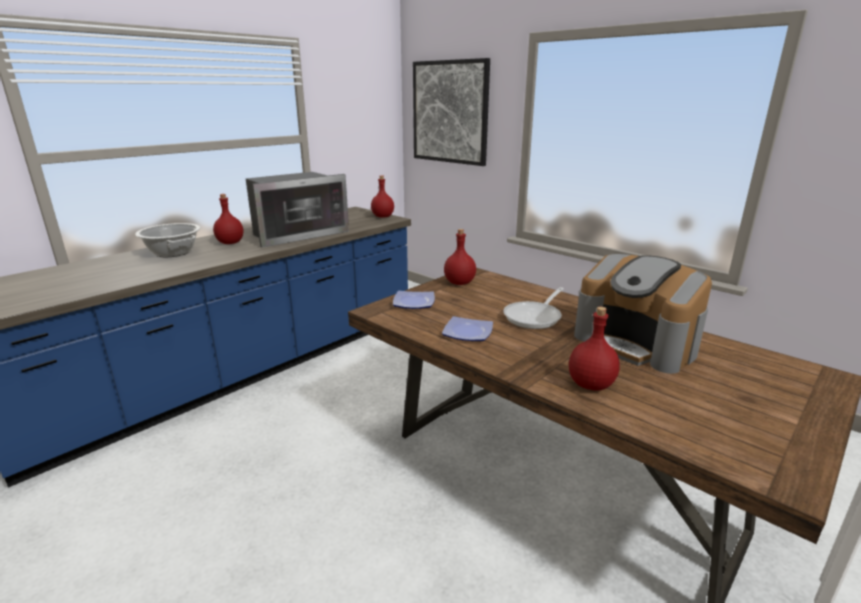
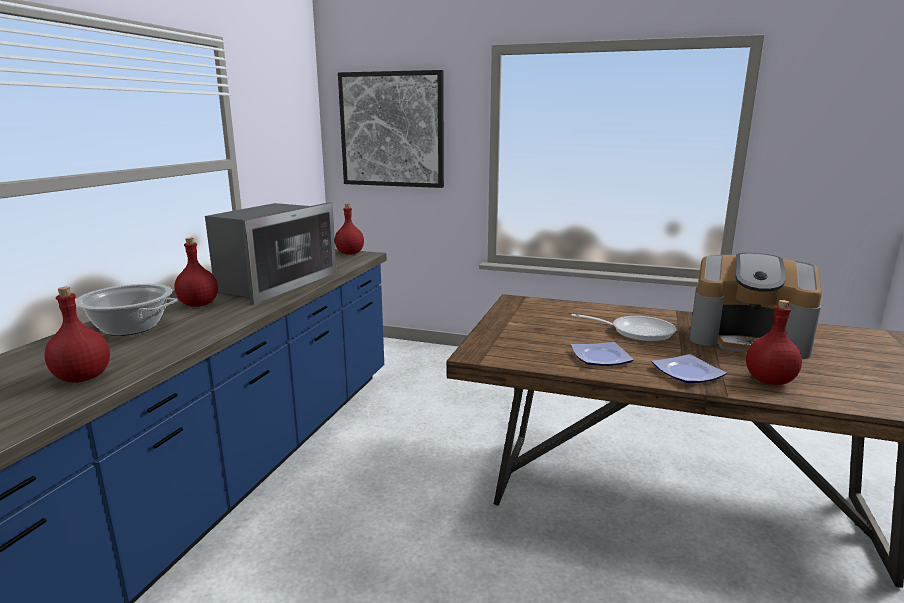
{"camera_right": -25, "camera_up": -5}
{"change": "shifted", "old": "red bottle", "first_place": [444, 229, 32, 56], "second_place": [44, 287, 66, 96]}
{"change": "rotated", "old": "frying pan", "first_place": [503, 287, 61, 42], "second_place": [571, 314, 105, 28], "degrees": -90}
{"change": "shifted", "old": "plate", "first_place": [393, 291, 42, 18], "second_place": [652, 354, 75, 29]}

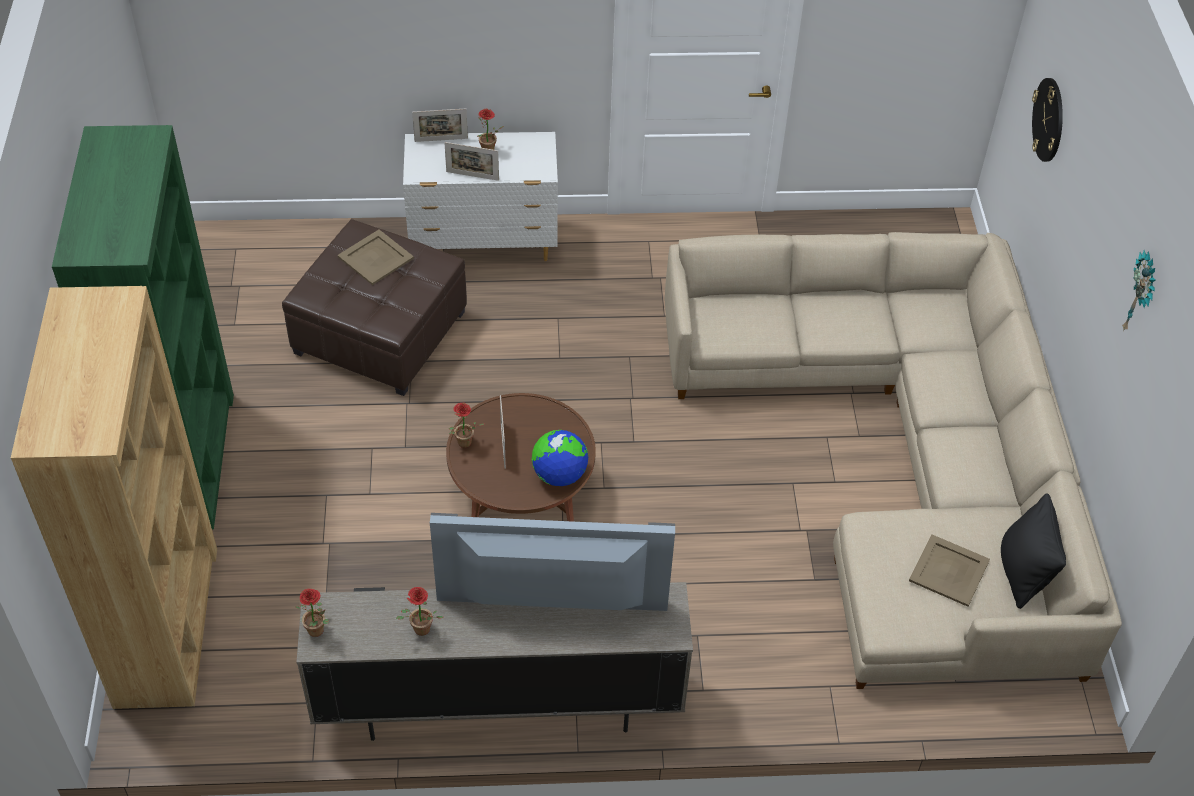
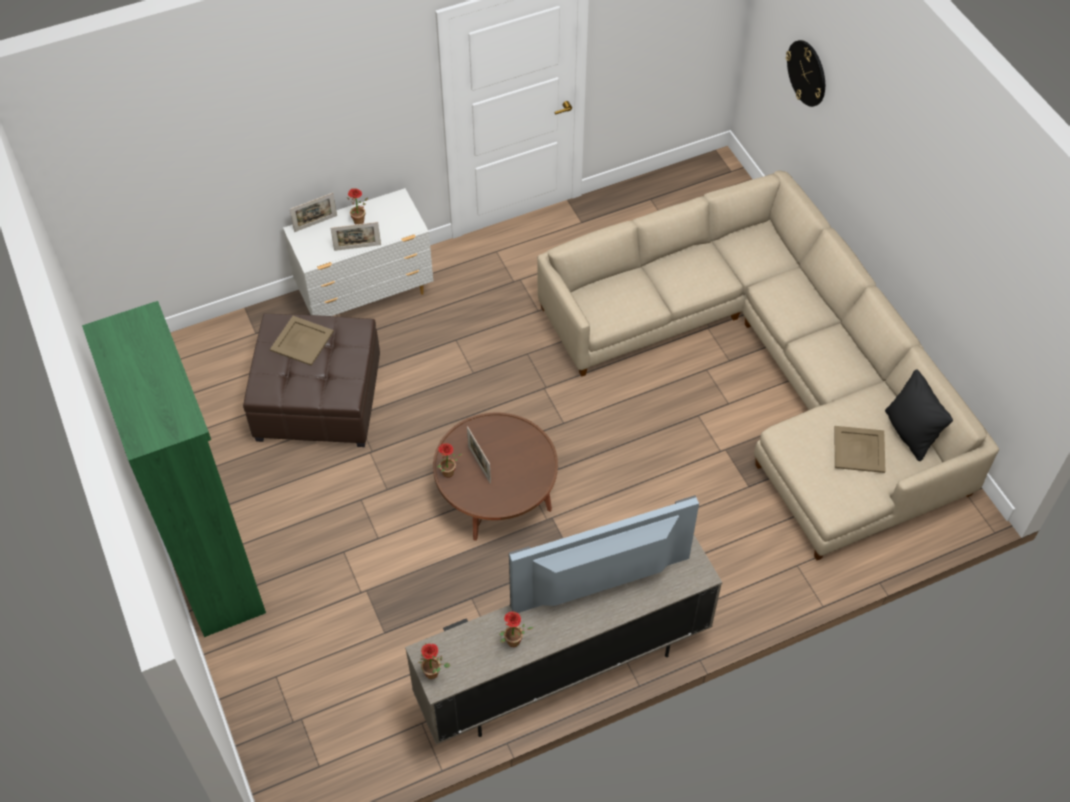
{"camera_right": -20, "camera_up": 5}
{"change": "gone", "old": "wall clock", "first_place": [1122, 250, 33, 82]}
{"change": "gone", "old": "brown bookcase", "first_place": [11, 286, 206, 423]}
{"change": "gone", "old": "globe", "first_place": [532, 430, 56, 56]}

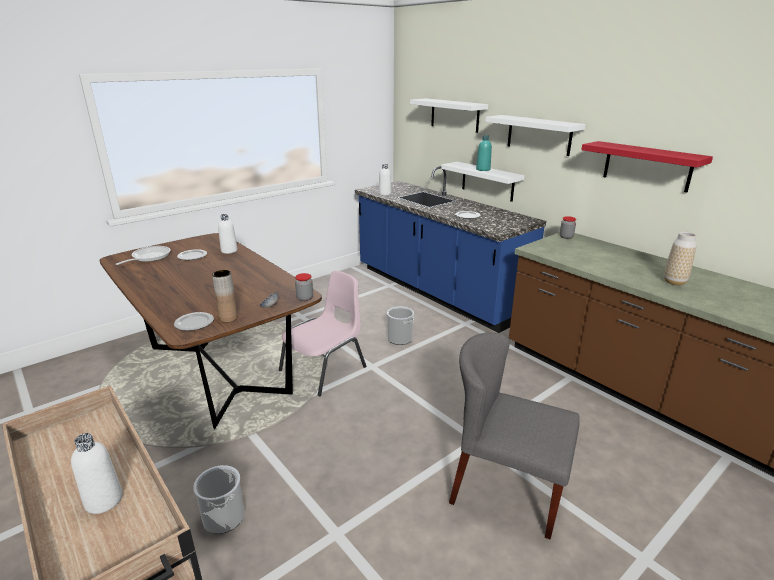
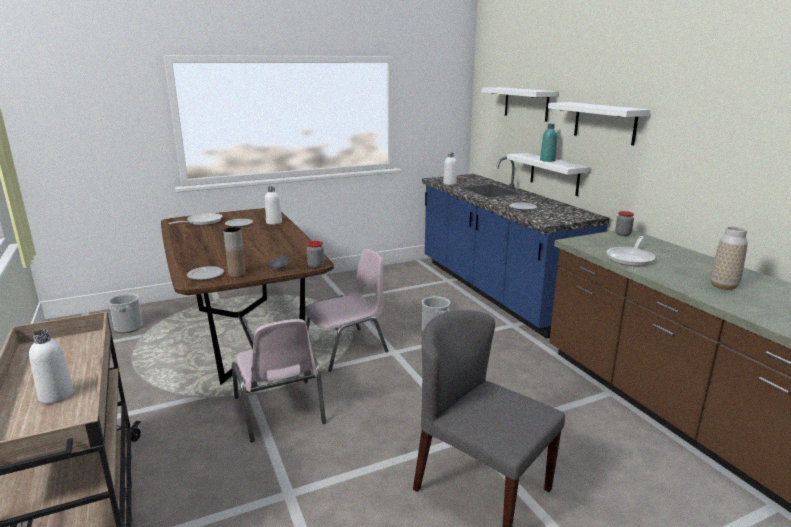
{"camera_right": 15, "camera_up": -5}
{"change": "gone", "old": "red shelf", "first_place": [581, 141, 132, 52]}
{"change": "shifted", "old": "bucket", "first_place": [193, 465, 52, 69], "second_place": [108, 293, 35, 40]}
{"change": "new", "new": "frying pan", "second_place": [606, 236, 49, 30]}
{"change": "new", "new": "pink chair", "second_place": [232, 319, 94, 123]}

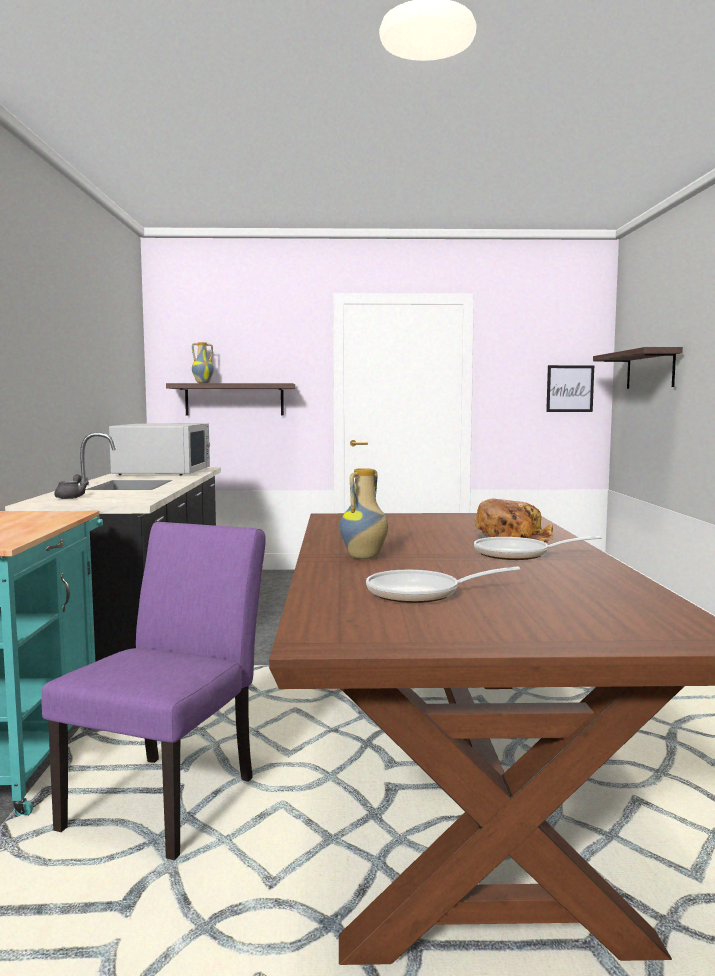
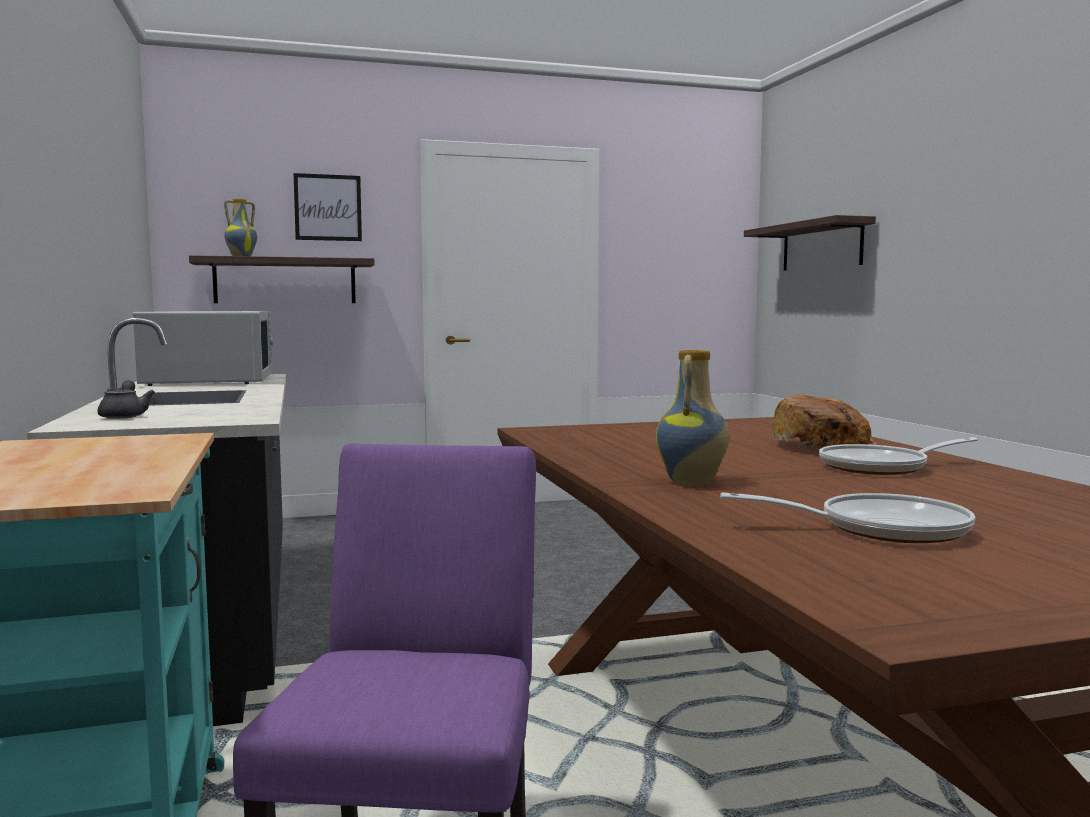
{"camera_right": -15, "camera_up": 0}
{"change": "shifted", "old": "picture", "first_place": [546, 365, 48, 47], "second_place": [294, 173, 68, 68]}
{"change": "rotated", "old": "frying pan", "first_place": [366, 566, 154, 37], "second_place": [720, 492, 255, 51], "degrees": -150}

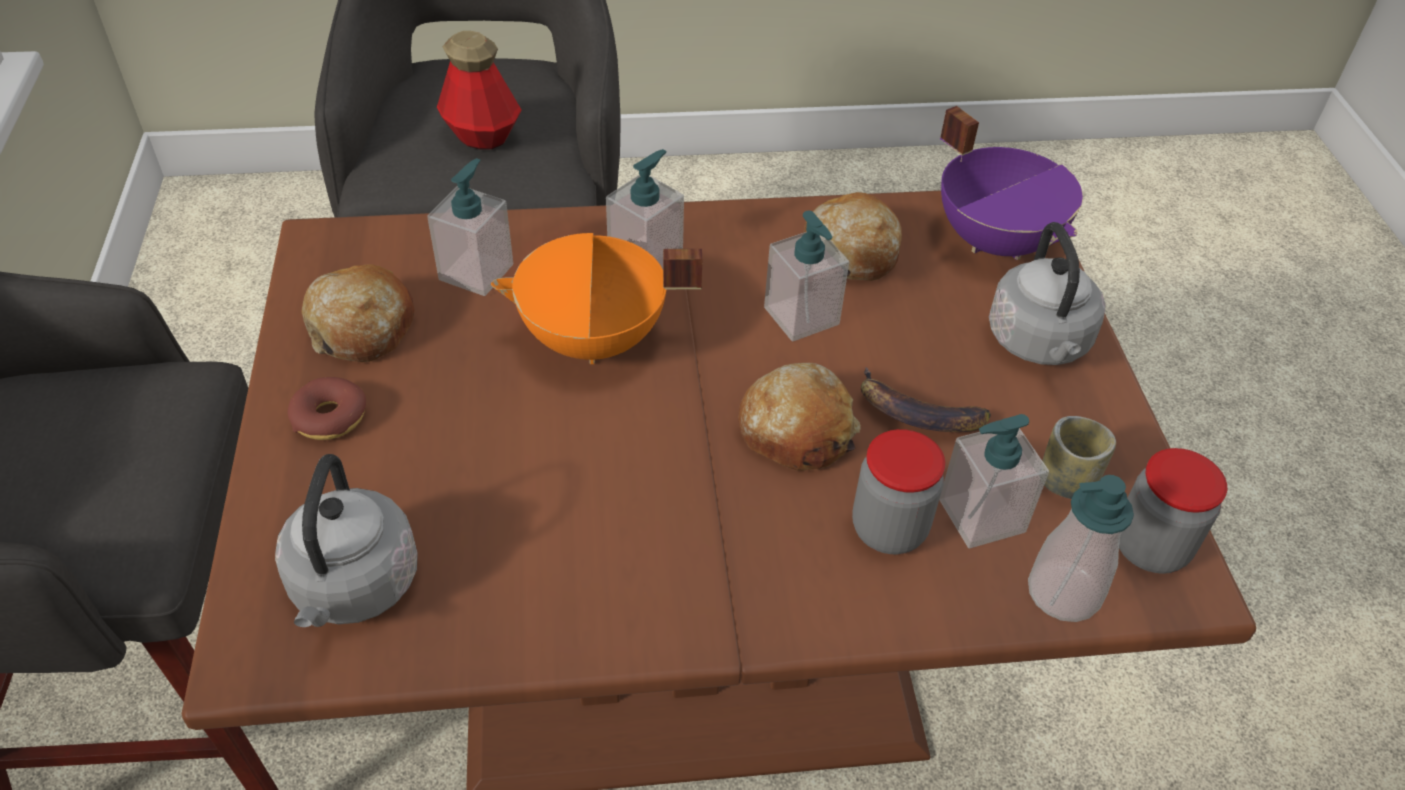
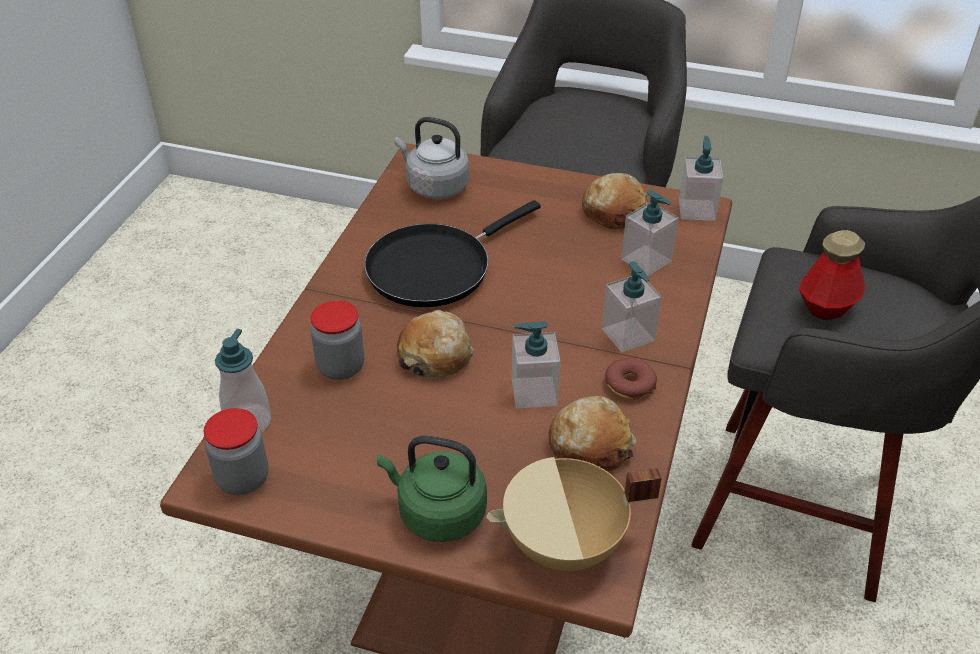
{"camera_right": 115, "camera_up": -5}
{"change": "repainted", "old": "purple cooking pot", "new": "beige cooking pot", "first_place": [940, 106, 143, 154], "second_place": [487, 457, 175, 114]}
{"change": "repainted", "old": "grey kettle", "new": "green kettle", "first_place": [989, 222, 116, 143], "second_place": [377, 435, 110, 107]}
{"change": "gone", "old": "orange cooking pot", "first_place": [491, 233, 212, 131]}
{"change": "gone", "old": "banana", "first_place": [861, 367, 130, 65]}
{"change": "shifted", "old": "donut", "first_place": [288, 377, 78, 63], "second_place": [605, 358, 52, 42]}
{"change": "shifted", "old": "soap dispenser", "first_place": [939, 414, 110, 134], "second_place": [679, 136, 44, 85]}
{"change": "gone", "old": "cup", "first_place": [1042, 416, 74, 83]}
{"change": "new", "new": "black frying pan", "second_place": [364, 200, 177, 107]}

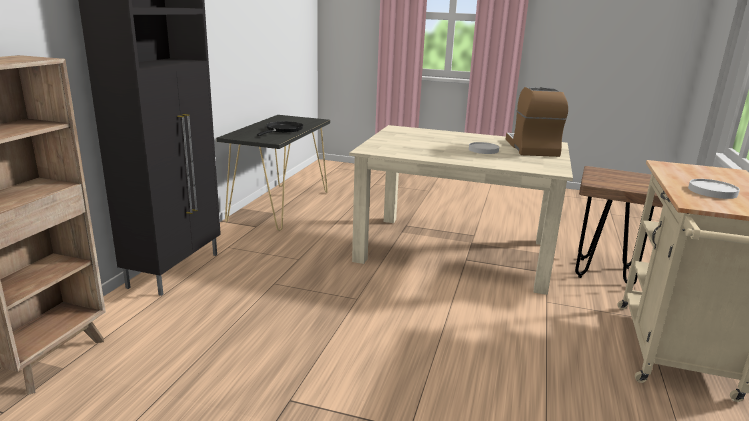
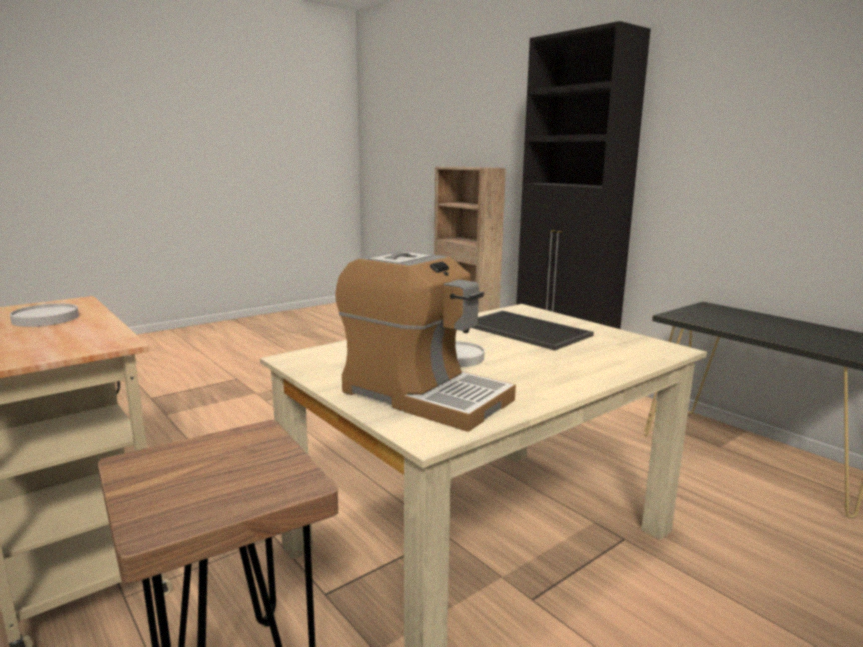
{"camera_right": 125, "camera_up": -5}
{"change": "gone", "old": "black frying pan", "first_place": [257, 121, 46, 15]}
{"change": "new", "new": "tray", "second_place": [472, 311, 122, 39]}

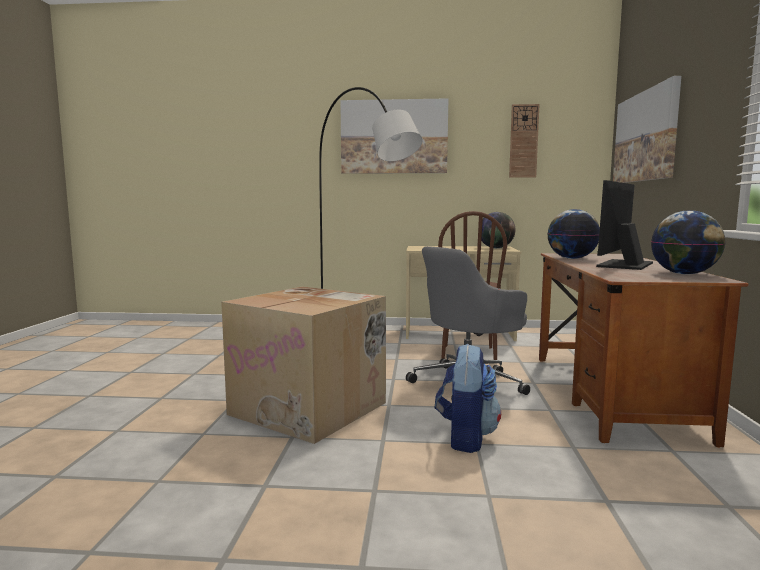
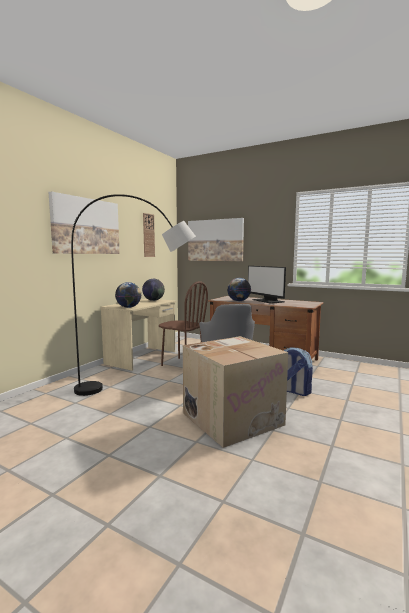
{"camera_right": -65, "camera_up": 0}
{"change": "shifted", "old": "globe", "first_place": [651, 210, 75, 64], "second_place": [115, 282, 27, 26]}

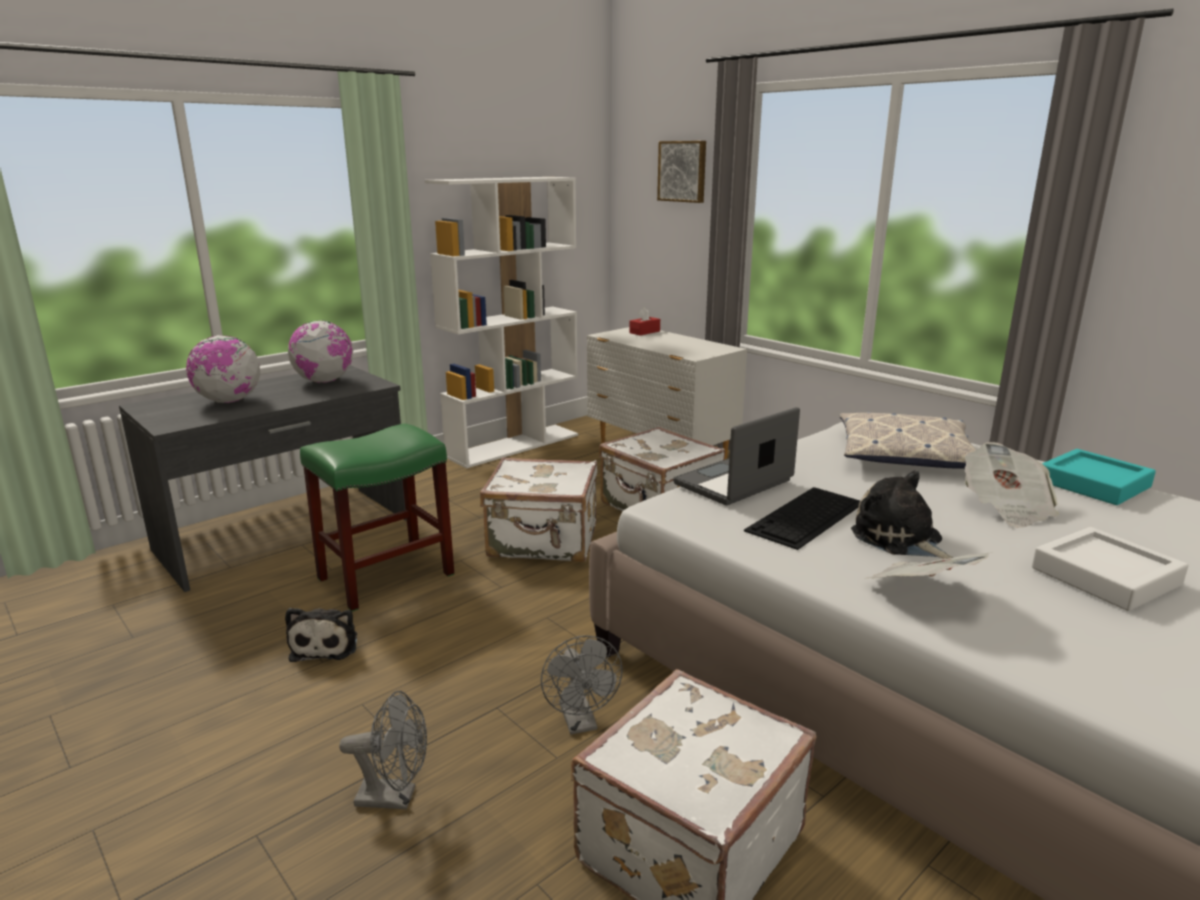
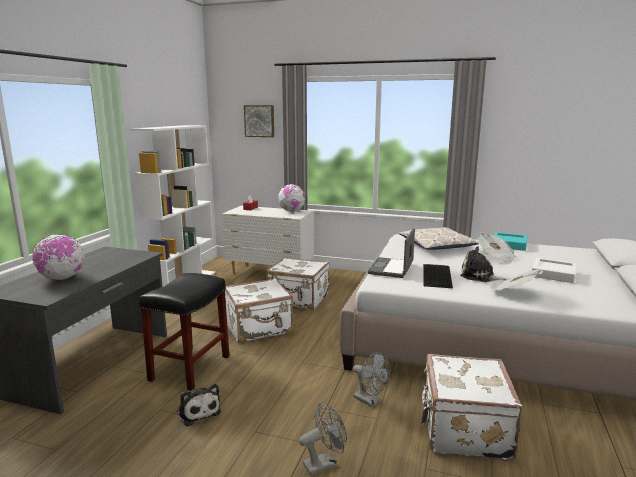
{"camera_right": -30, "camera_up": -5}
{"change": "shifted", "old": "globe", "first_place": [288, 320, 65, 63], "second_place": [278, 184, 28, 28]}
{"change": "repainted", "old": "green stool", "new": "black stool", "first_place": [300, 424, 154, 188], "second_place": [139, 273, 90, 118]}

